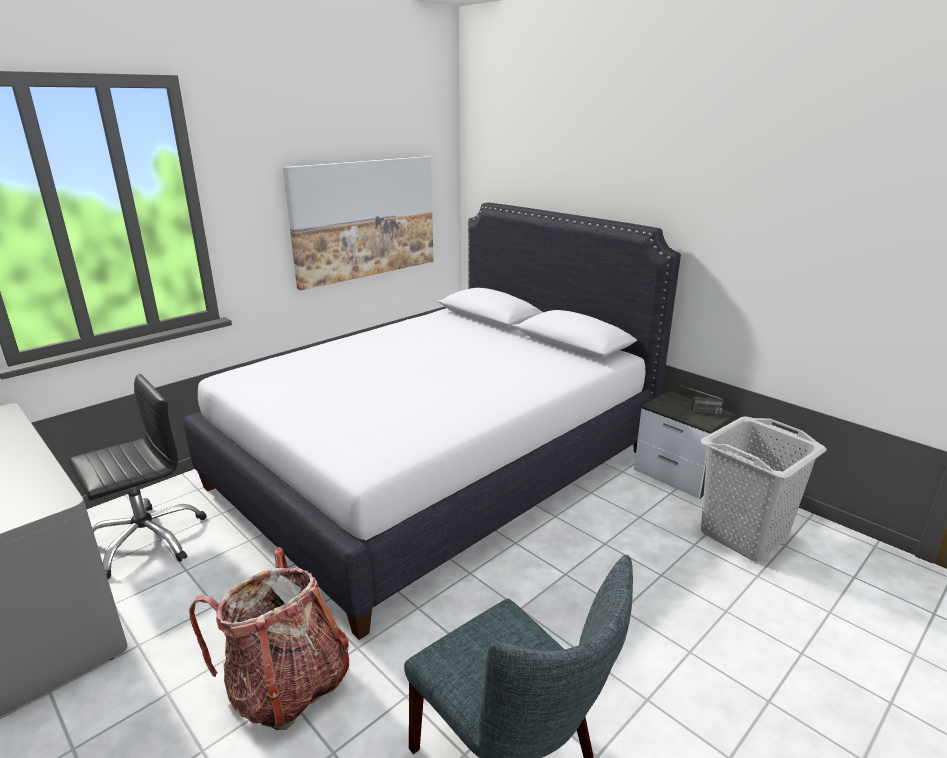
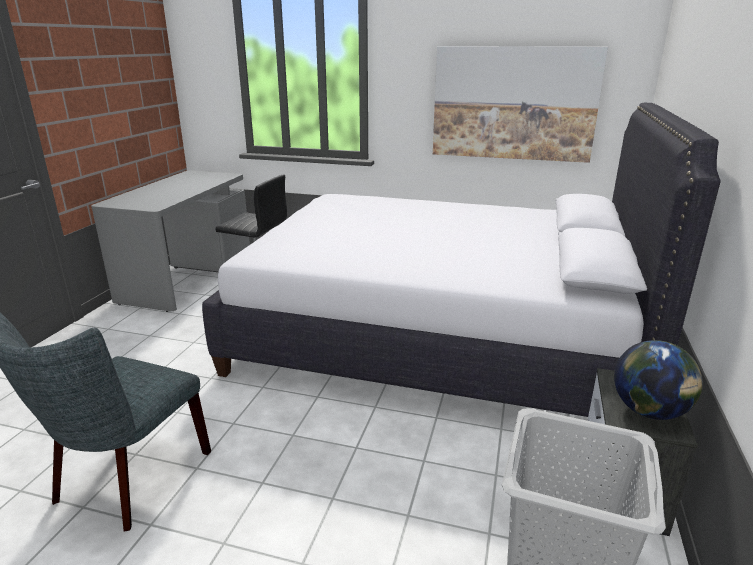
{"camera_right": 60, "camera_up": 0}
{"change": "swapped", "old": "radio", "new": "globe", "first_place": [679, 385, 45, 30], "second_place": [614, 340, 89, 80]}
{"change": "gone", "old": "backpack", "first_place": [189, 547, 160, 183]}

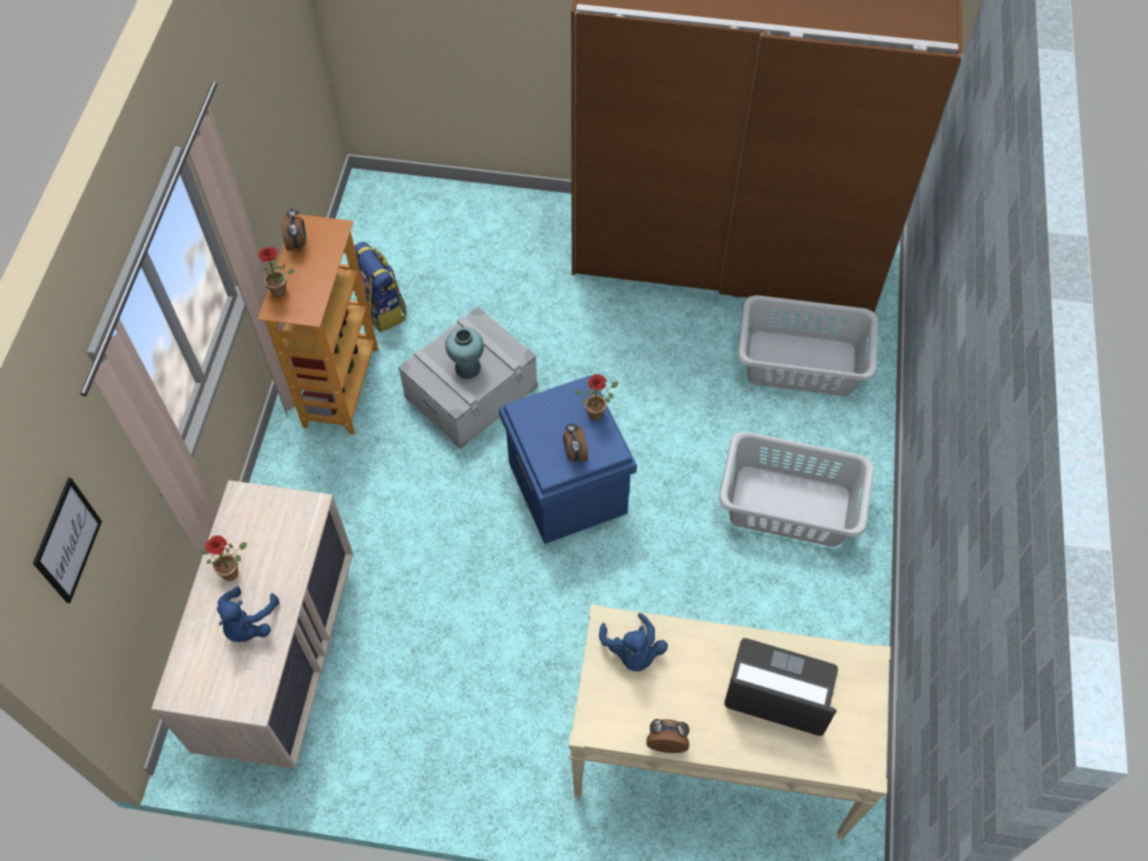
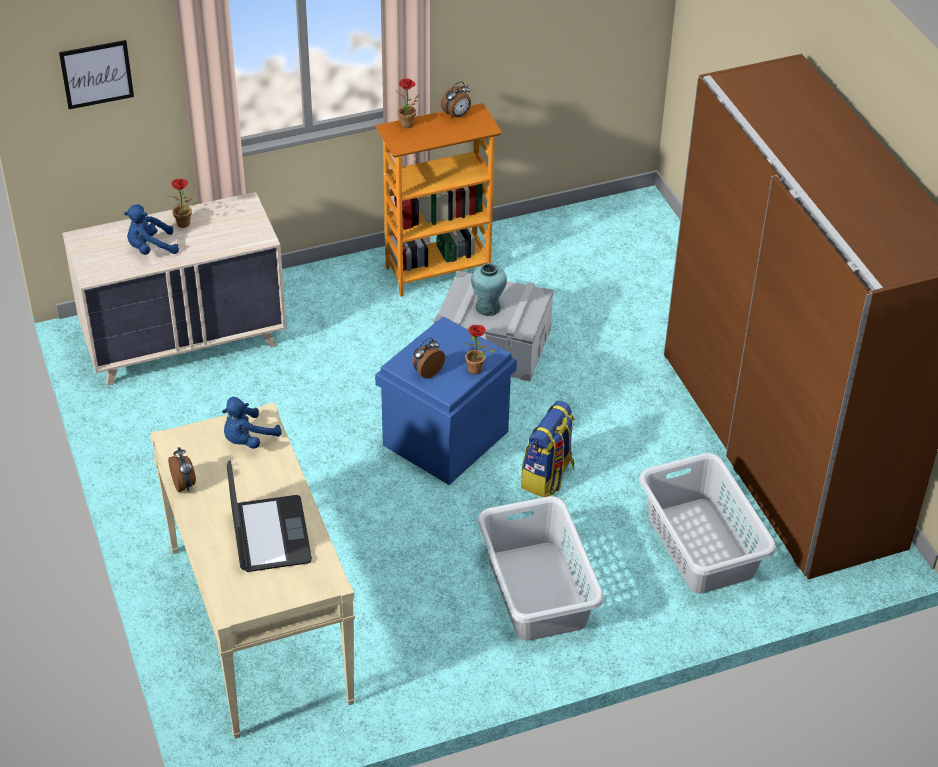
{"camera_right": 60, "camera_up": -15}
{"change": "shifted", "old": "backpack", "first_place": [354, 242, 53, 90], "second_place": [521, 401, 54, 96]}

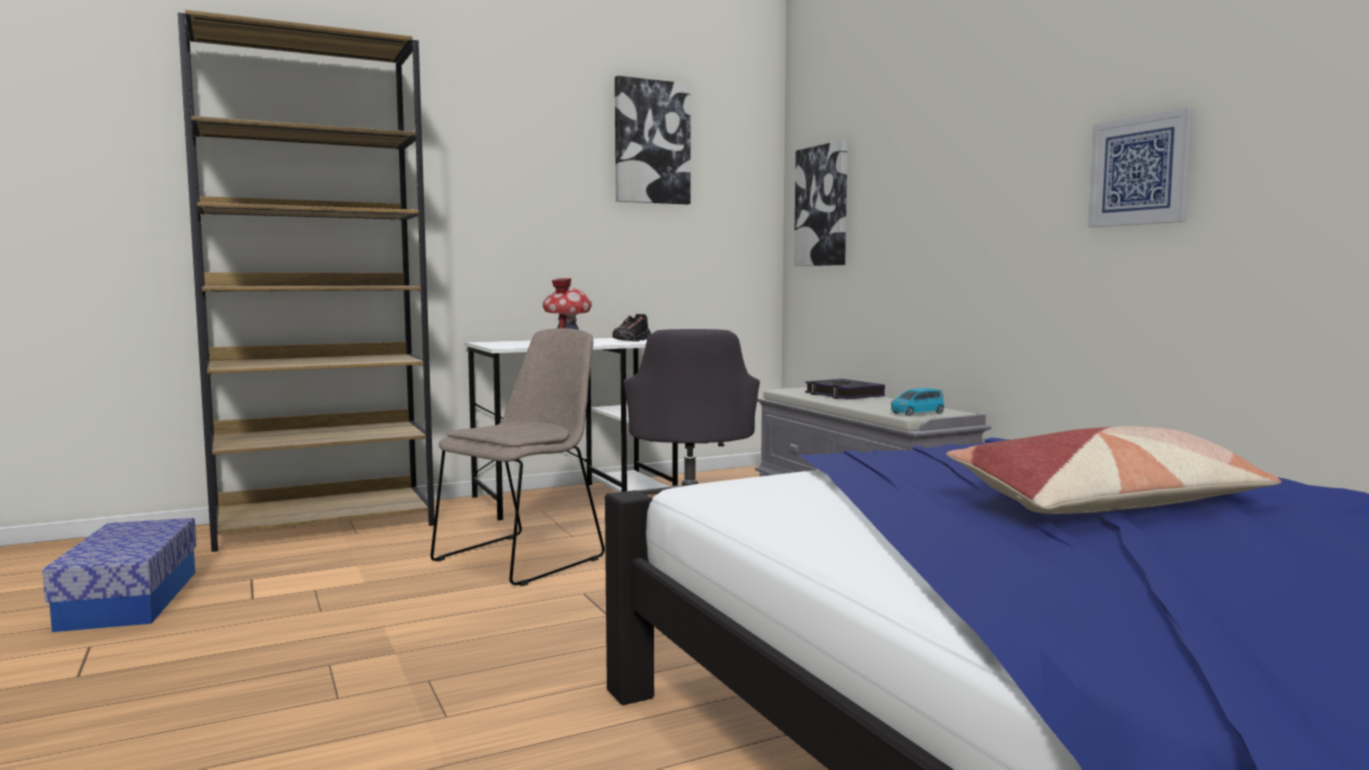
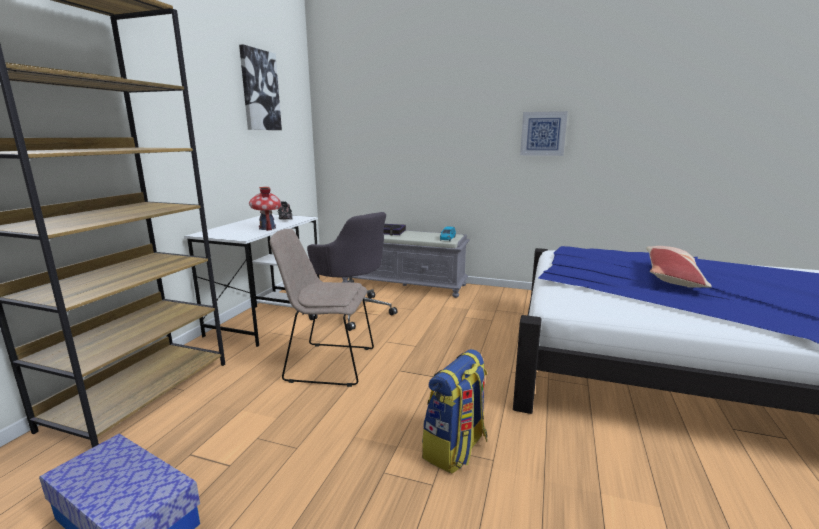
{"camera_right": -45, "camera_up": 10}
{"change": "gone", "old": "picture", "first_place": [794, 140, 54, 126]}
{"change": "rotated", "old": "beige chair", "first_place": [431, 328, 174, 258], "second_place": [270, 229, 104, 158], "degrees": -75}
{"change": "new", "new": "backpack", "second_place": [422, 349, 66, 125]}

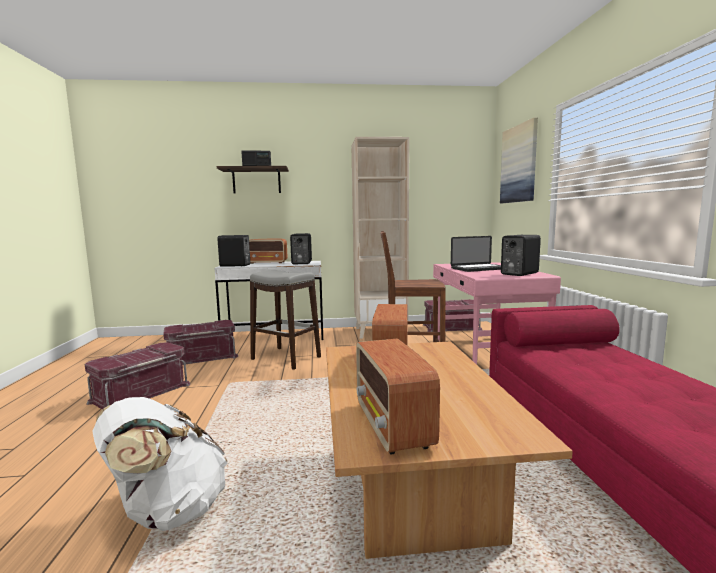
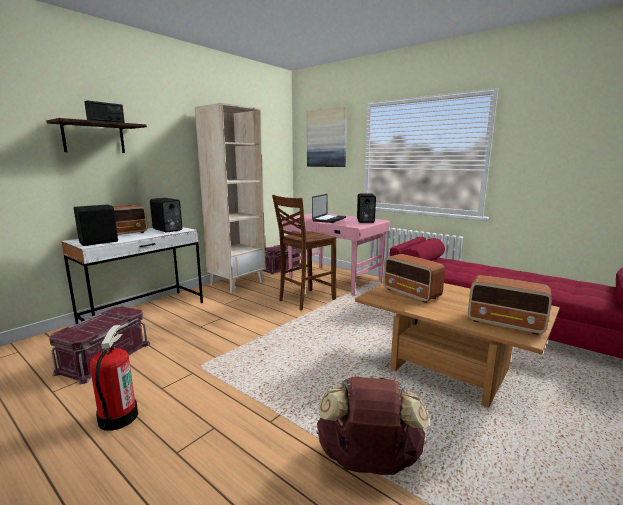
{"camera_right": -45, "camera_up": 5}
{"change": "gone", "old": "grey stool", "first_place": [250, 270, 71, 100]}
{"change": "swapped", "old": "red storage box", "new": "fire extinguisher", "first_place": [85, 342, 105, 68], "second_place": [90, 325, 48, 106]}
{"change": "repainted", "old": "white backpack", "new": "brown backpack", "first_place": [92, 397, 136, 134], "second_place": [316, 376, 113, 99]}

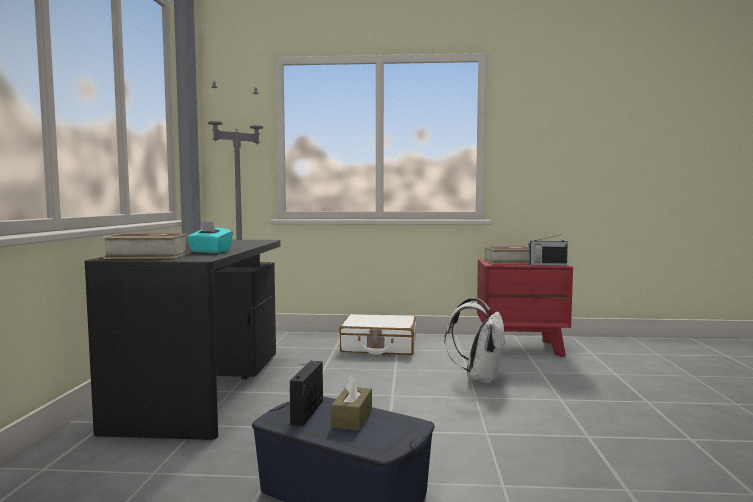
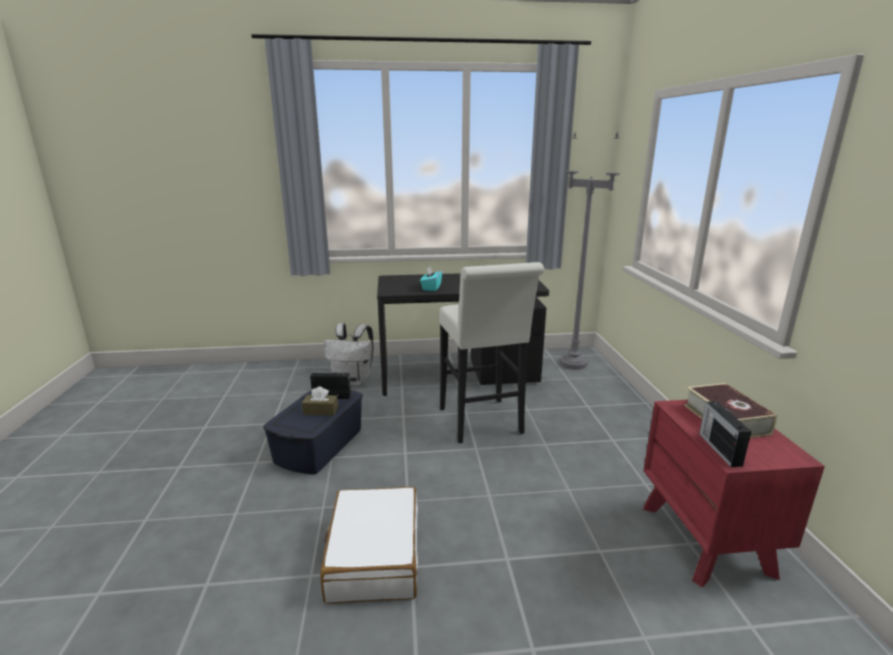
{"camera_right": 80, "camera_up": 15}
{"change": "gone", "old": "book", "first_place": [102, 233, 86, 26]}
{"change": "shifted", "old": "white backpack", "first_place": [445, 298, 61, 86], "second_place": [324, 323, 50, 62]}
{"change": "shifted", "old": "white suitcase", "first_place": [339, 314, 77, 41], "second_place": [320, 487, 98, 117]}
{"change": "new", "new": "white stool", "second_place": [439, 262, 105, 181]}

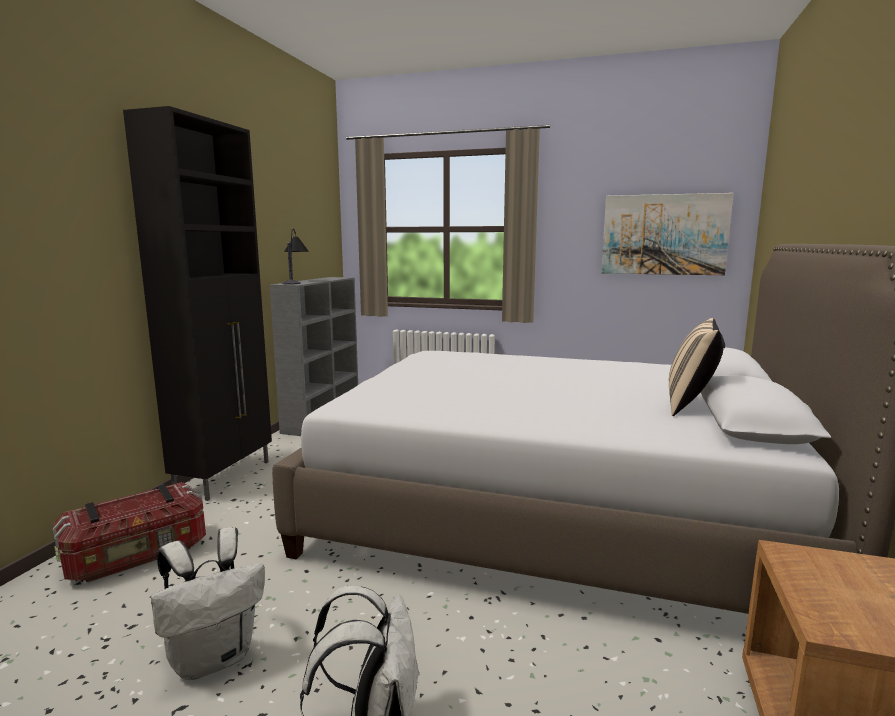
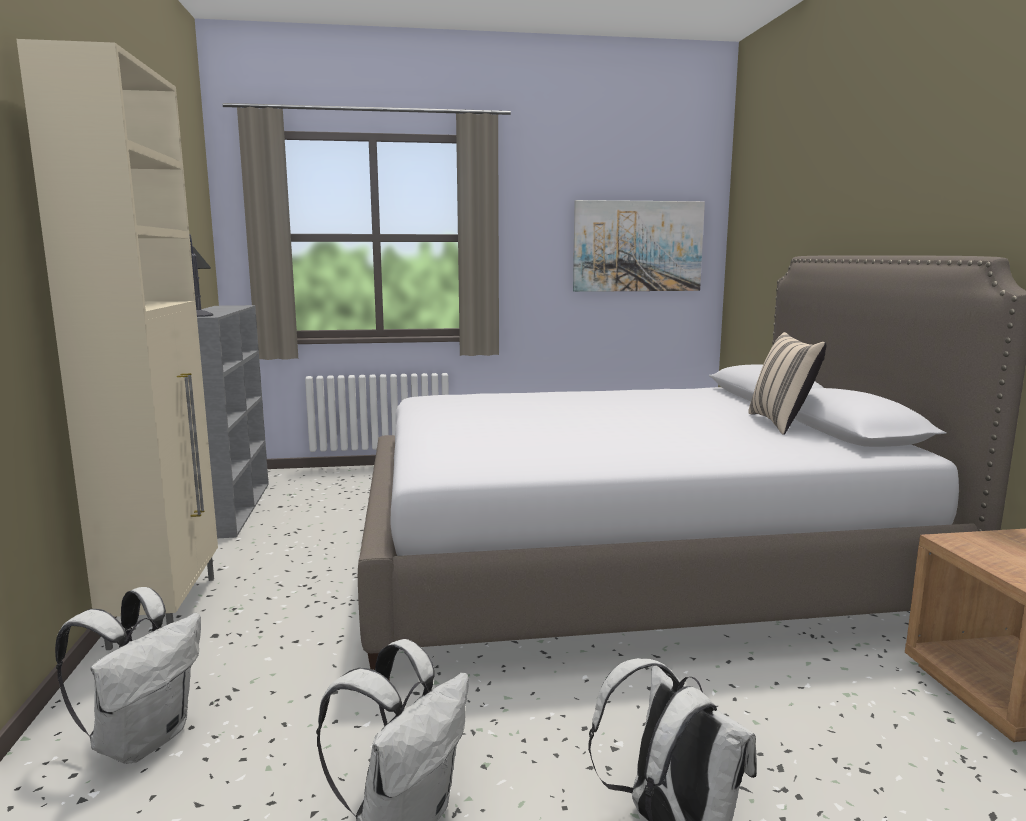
{"camera_right": -25, "camera_up": 0}
{"change": "repainted", "old": "black cabinet", "new": "beige cabinet", "first_place": [123, 106, 149, 395], "second_place": [16, 39, 202, 611]}
{"change": "swapped", "old": "storage box", "new": "white backpack", "first_place": [53, 482, 153, 100], "second_place": [55, 587, 146, 177]}

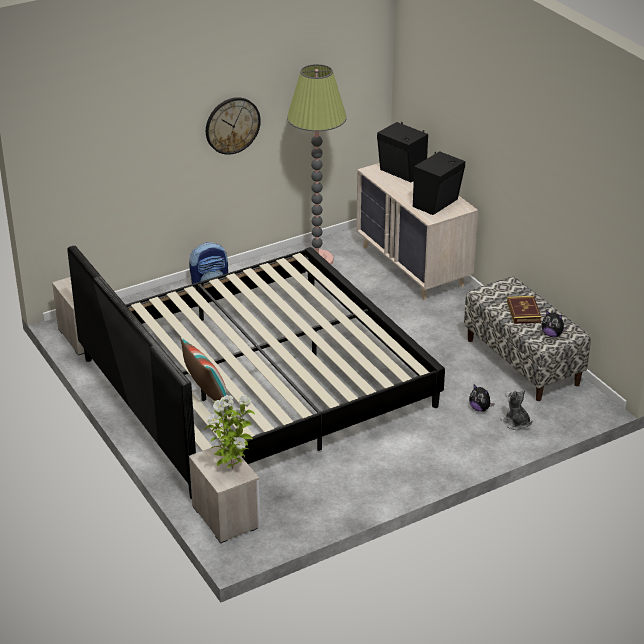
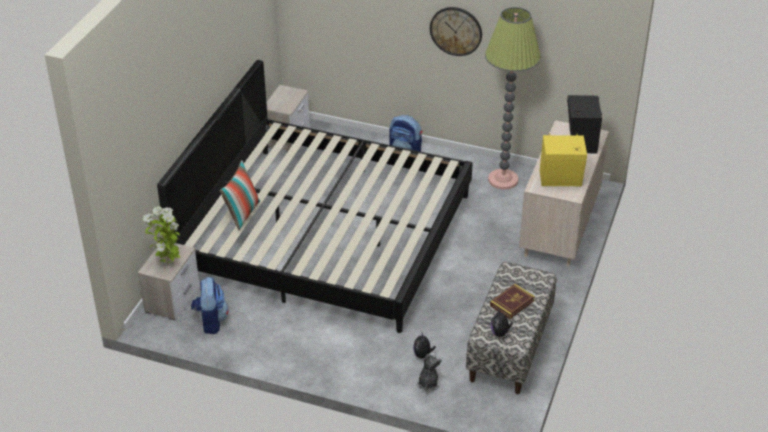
{"camera_right": 50, "camera_up": 5}
{"change": "repainted", "old": "black speaker", "new": "yellow speaker", "first_place": [413, 151, 52, 64], "second_place": [540, 134, 47, 52]}
{"change": "new", "new": "backpack", "second_place": [191, 277, 38, 57]}

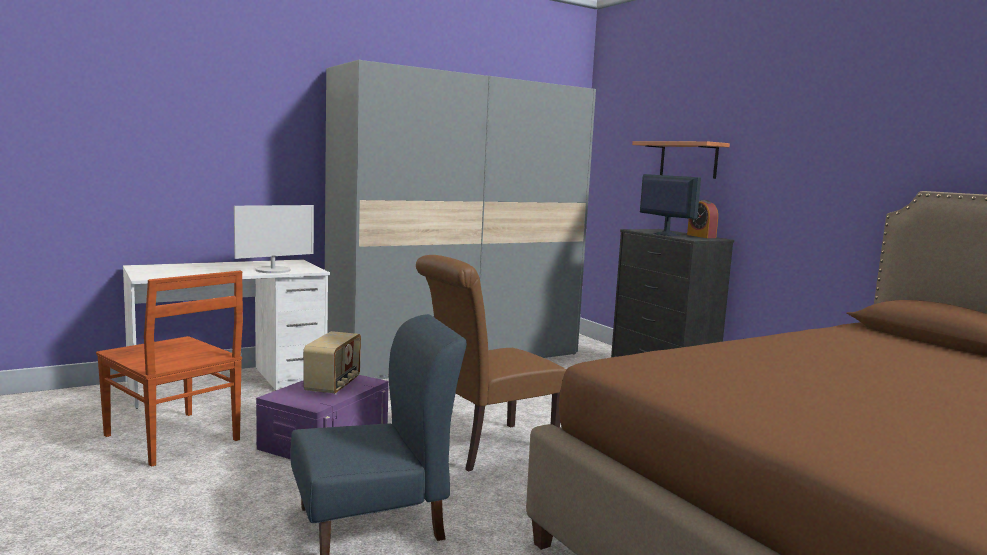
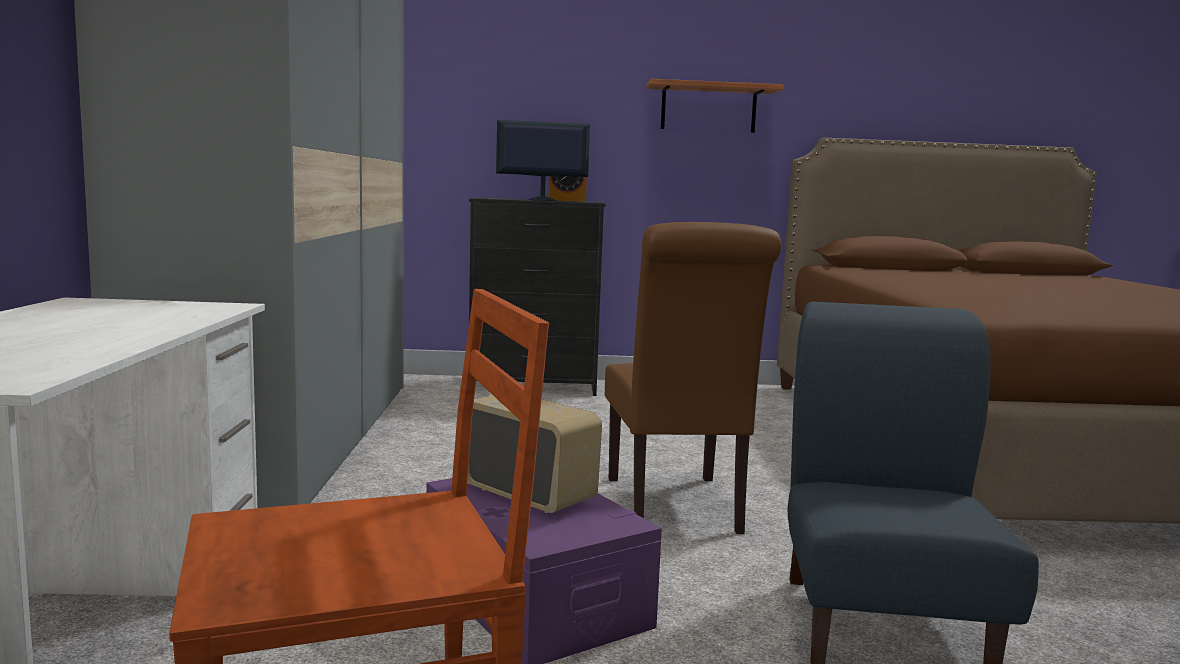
{"camera_right": -60, "camera_up": 0}
{"change": "shifted", "old": "shelf", "first_place": [632, 141, 98, 38], "second_place": [646, 79, 137, 54]}
{"change": "gone", "old": "monitor", "first_place": [234, 205, 80, 68]}

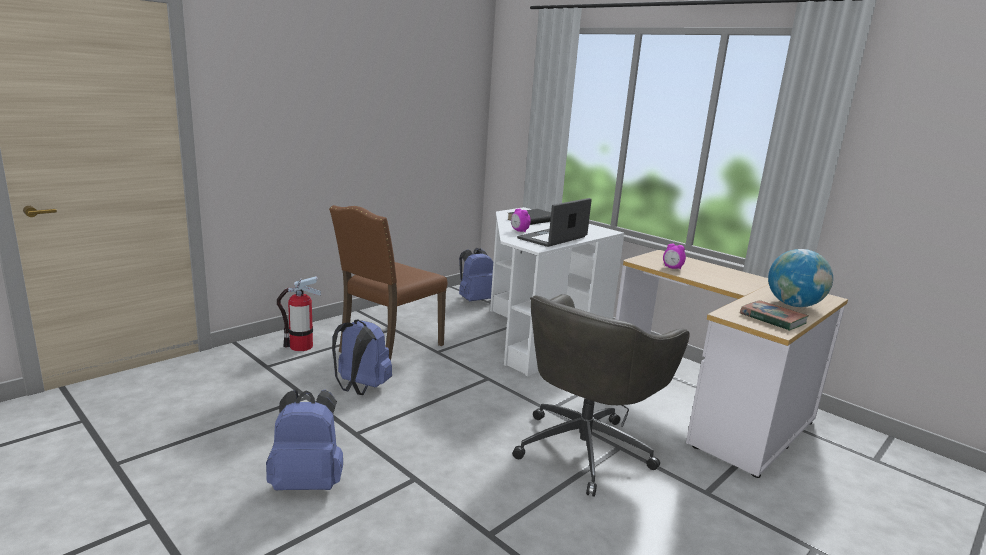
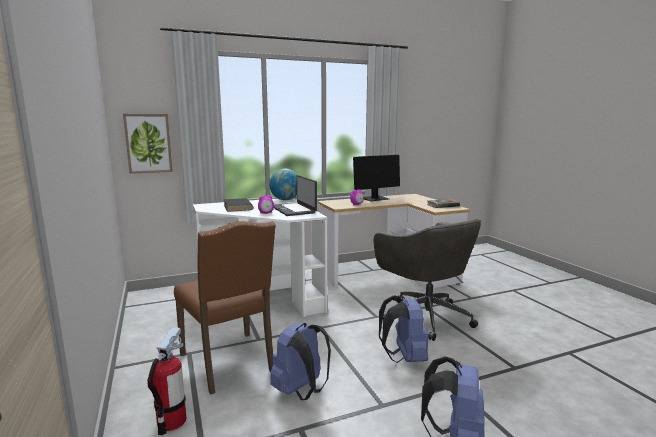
{"camera_right": -65, "camera_up": -5}
{"change": "shifted", "old": "blue backpack", "first_place": [459, 248, 34, 53], "second_place": [379, 295, 50, 68]}
{"change": "shifted", "old": "globe", "first_place": [768, 249, 65, 58], "second_place": [269, 168, 29, 32]}
{"change": "new", "new": "picture", "second_place": [123, 114, 50, 60]}
{"change": "new", "new": "monitor", "second_place": [353, 155, 47, 46]}

